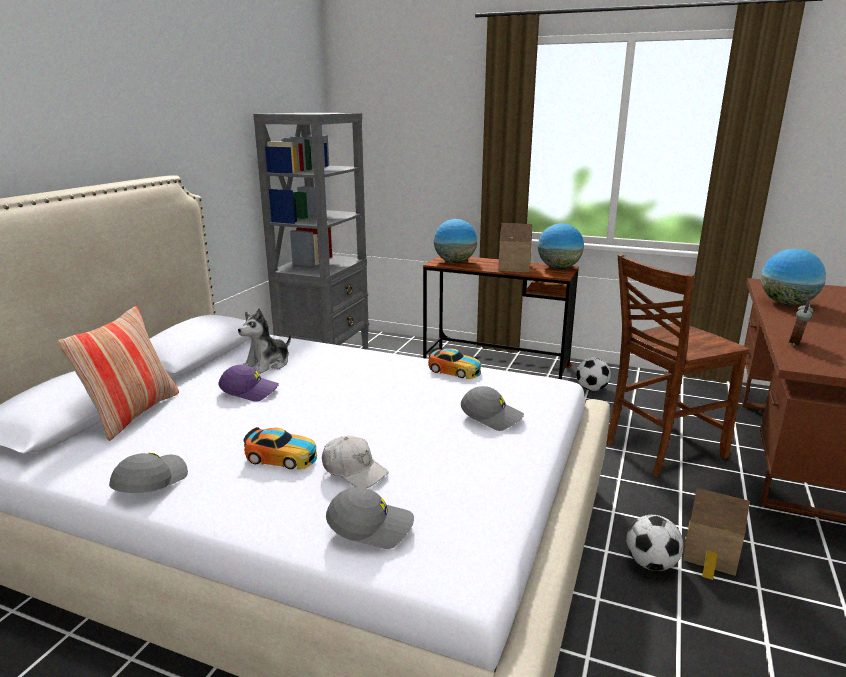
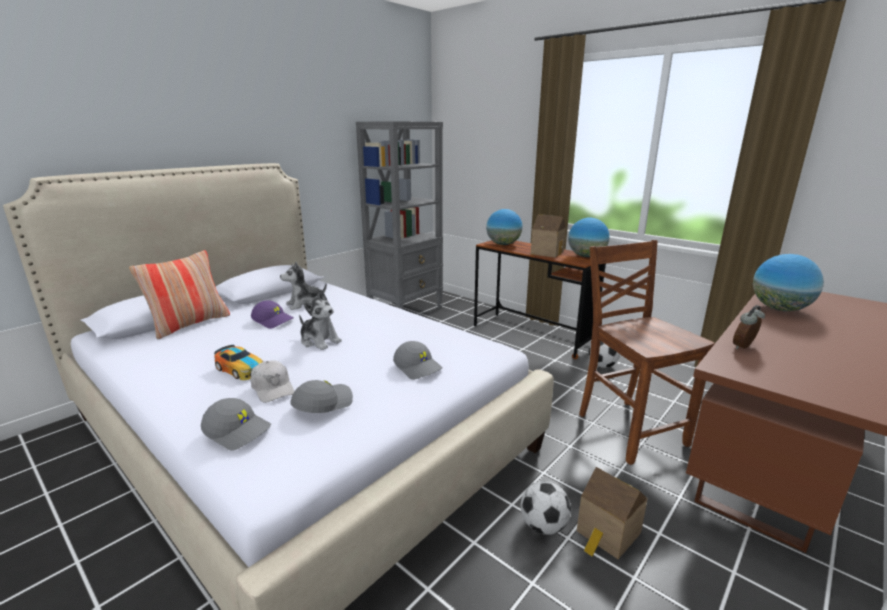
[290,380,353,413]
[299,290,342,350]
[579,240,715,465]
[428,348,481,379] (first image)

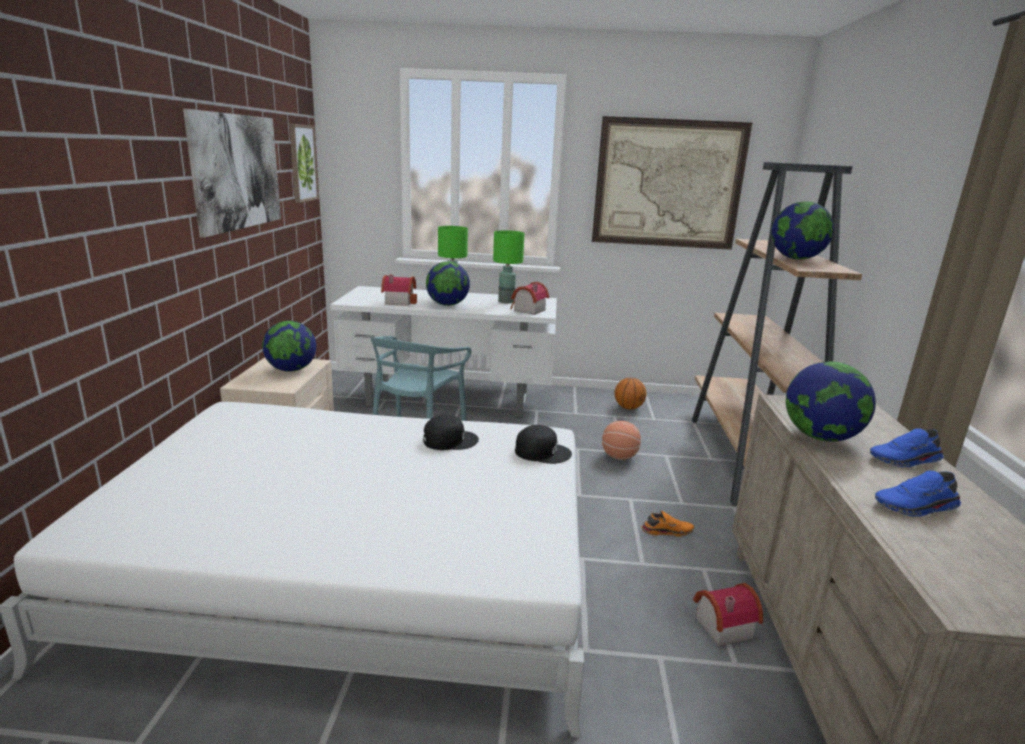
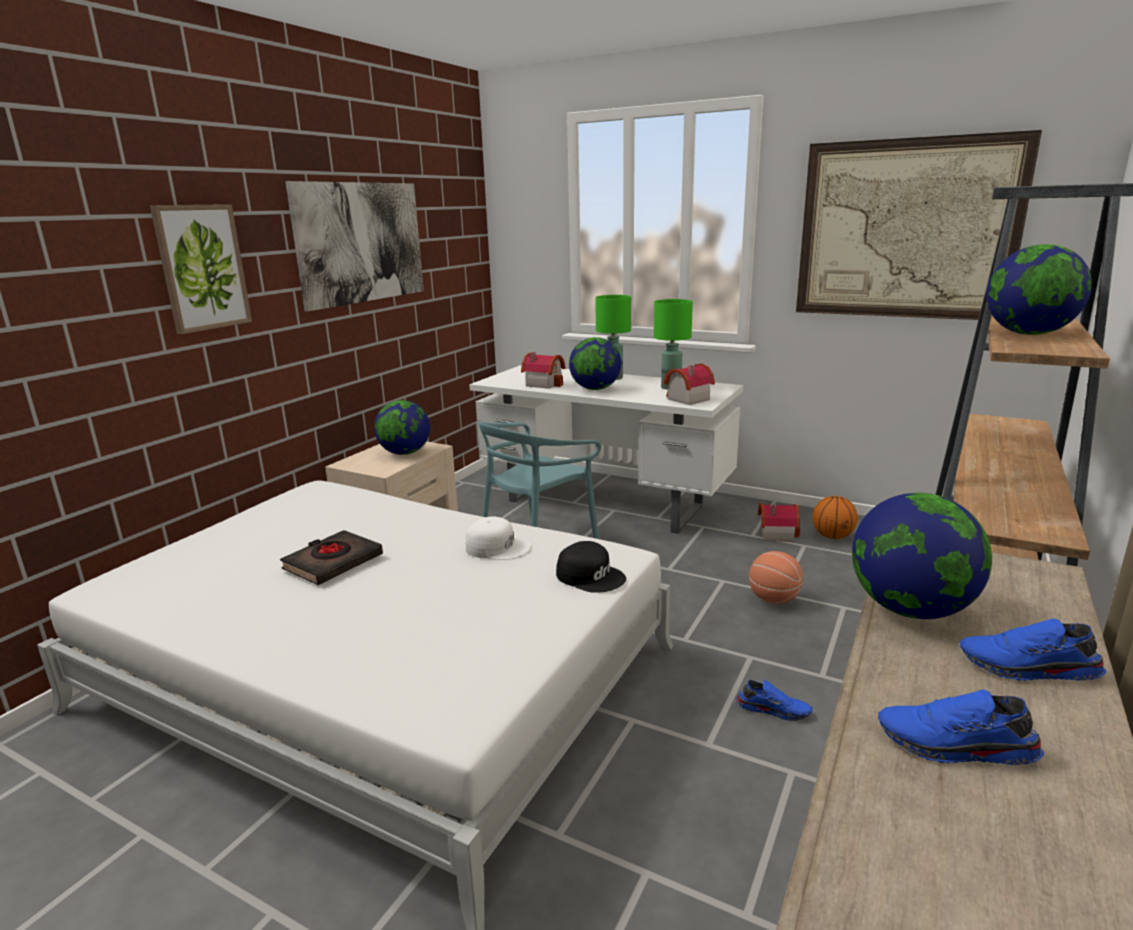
[150,204,252,334]
[280,530,383,585]
[465,516,531,560]
[736,680,812,721]
[758,503,800,542]

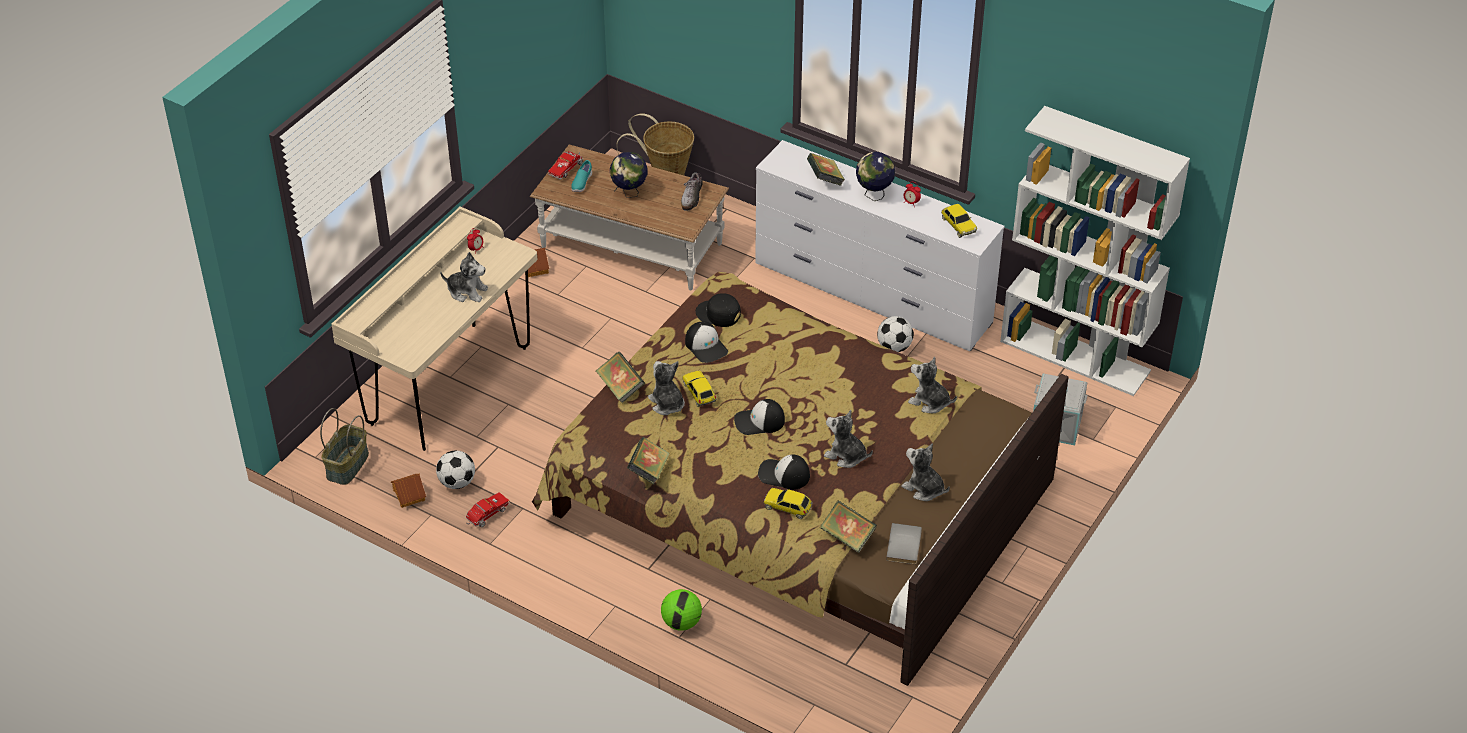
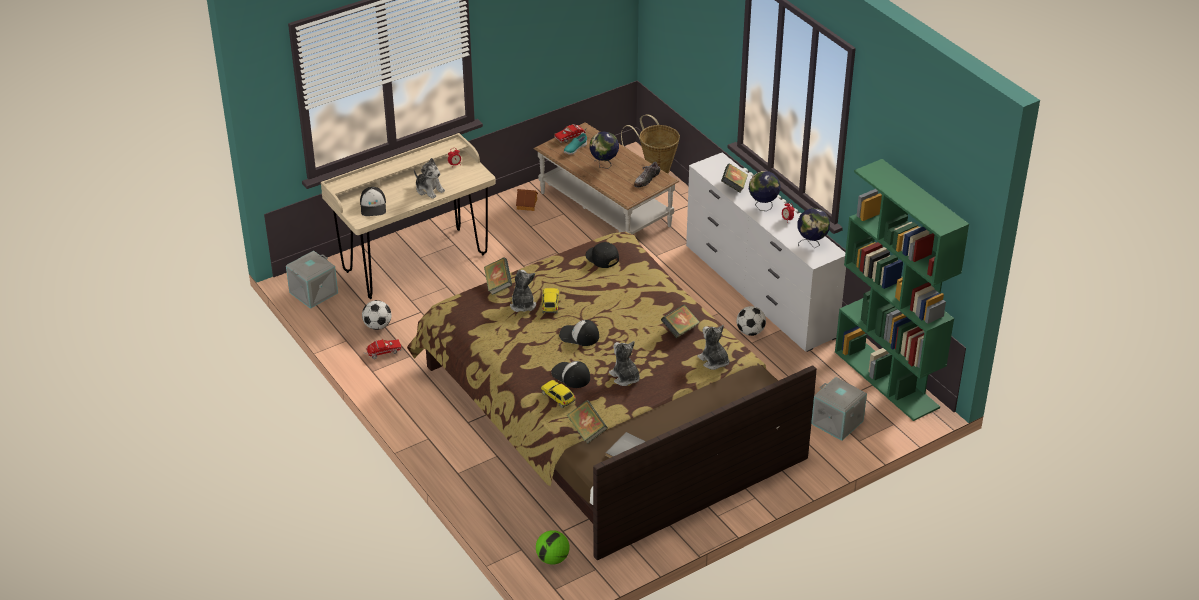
[286,251,338,309]
[360,187,386,216]
[536,530,570,565]
[661,305,700,338]
[797,208,830,248]
[835,159,969,421]
[391,473,426,508] (first image)
[902,443,950,501] (first image)

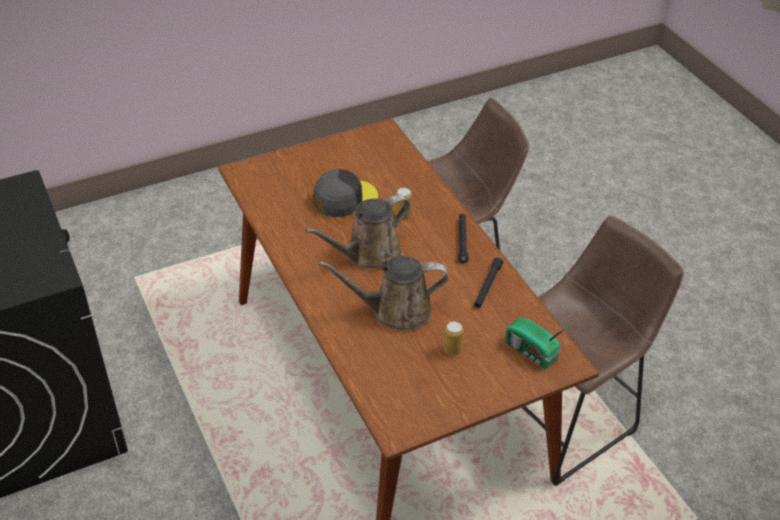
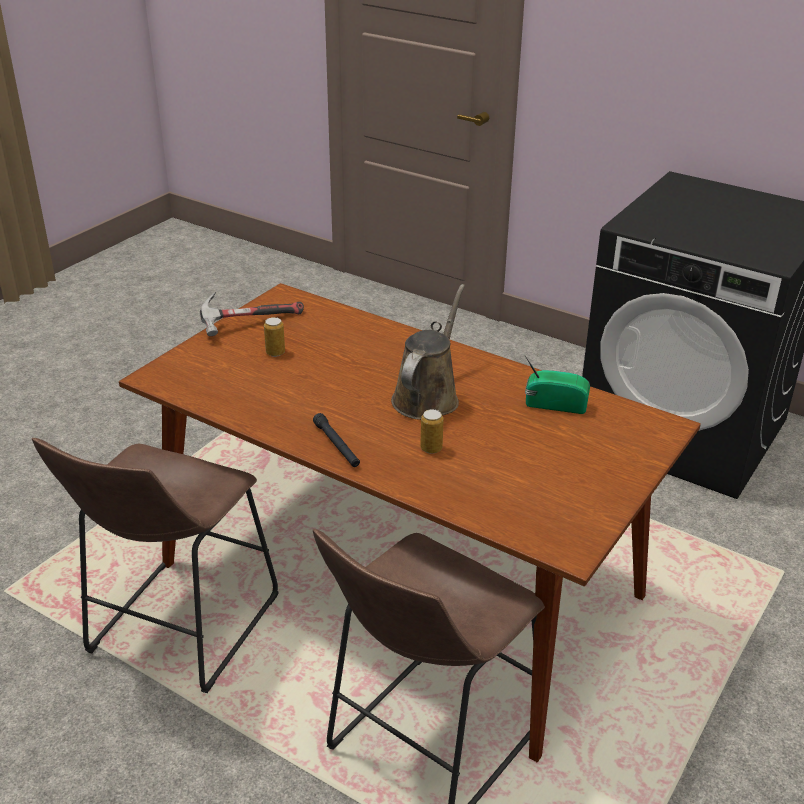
[200,292,304,336]
[525,355,590,414]
[313,169,378,217] (first image)
[318,256,448,332] (first image)
[474,257,503,308] (first image)

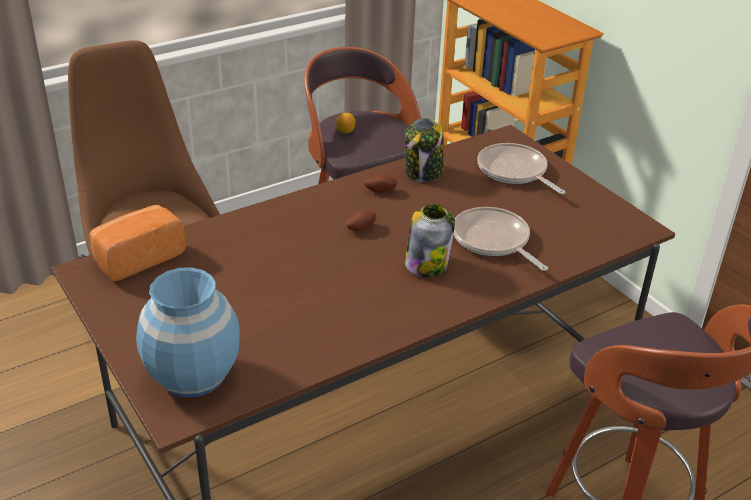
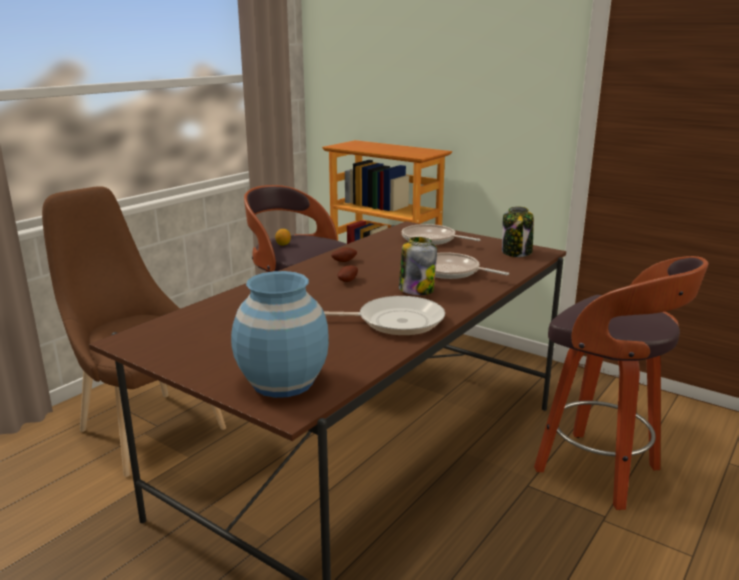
[324,296,445,336]
[502,206,534,257]
[89,205,186,281] (first image)

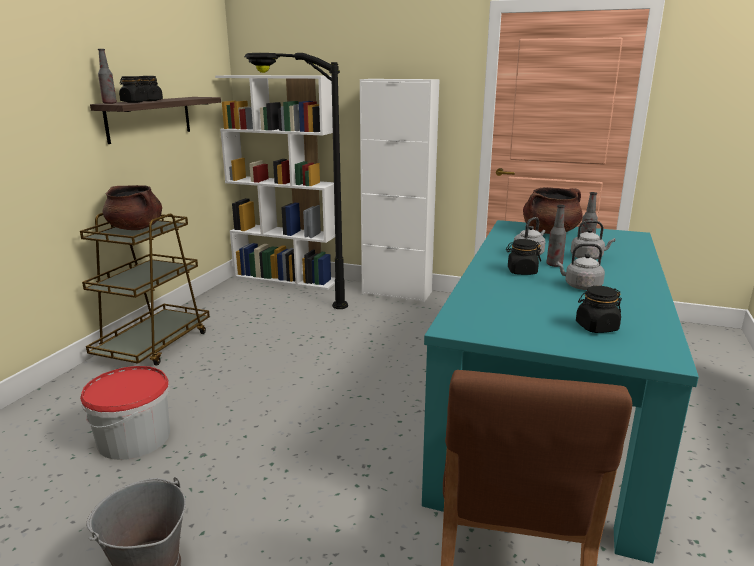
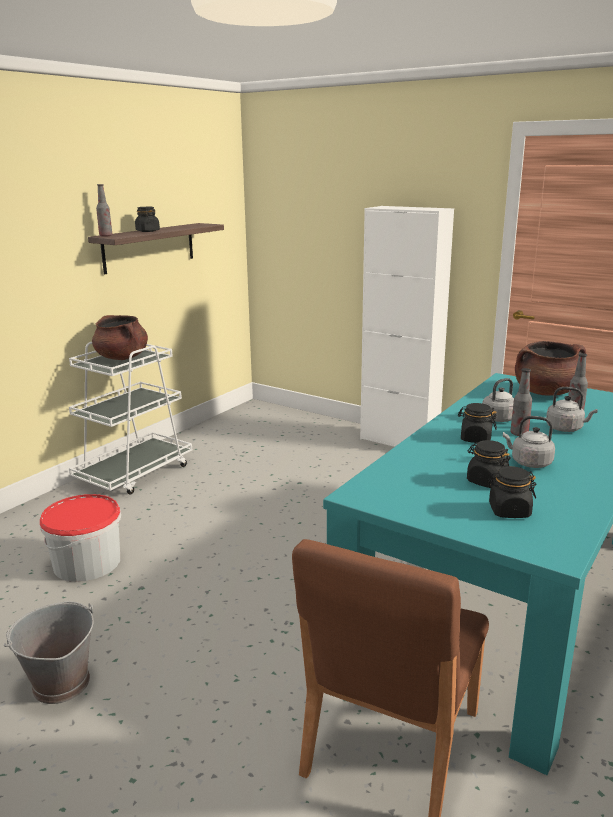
[69,342,192,494]
[467,440,511,488]
[215,75,335,290] (first image)
[244,53,348,309] (first image)

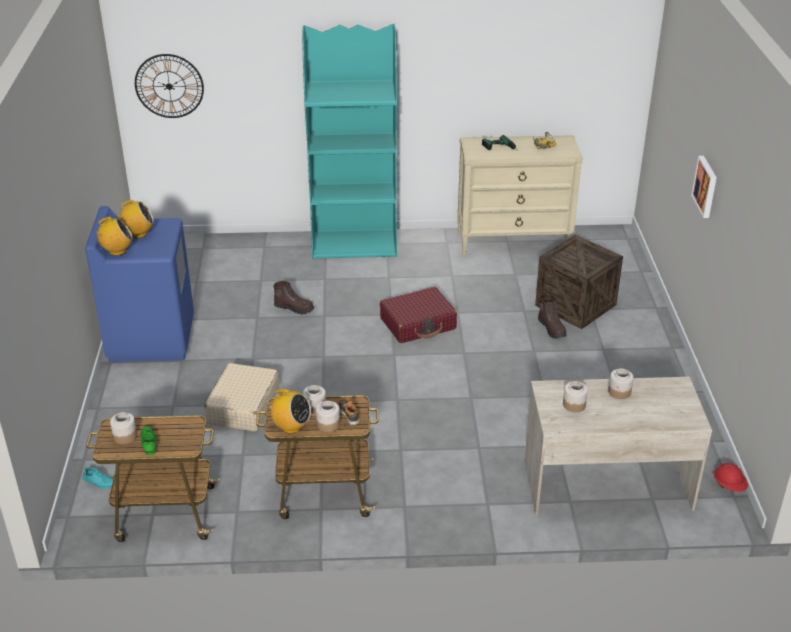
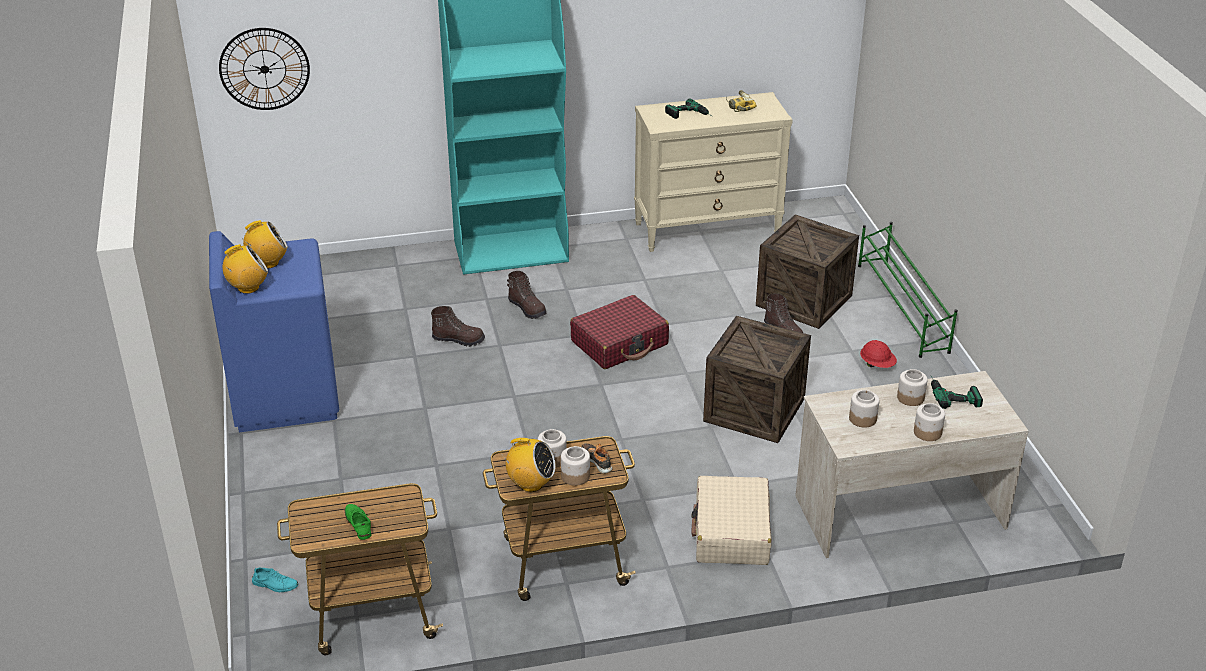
[507,271,547,319]
[691,476,772,565]
[703,316,811,443]
[858,222,958,358]
[860,340,897,368]
[914,403,945,441]
[931,376,983,409]
[691,156,717,218] (first image)

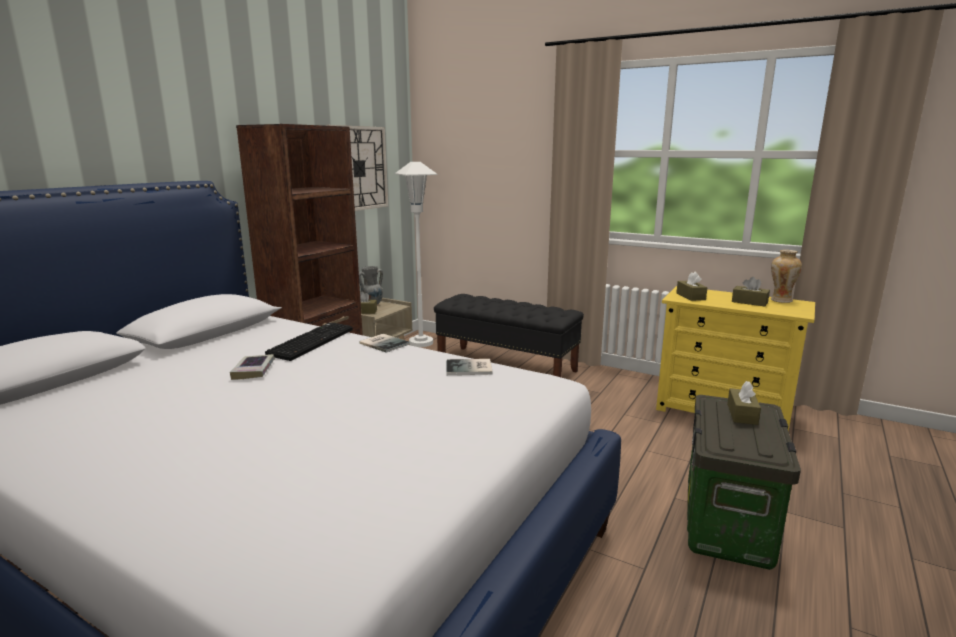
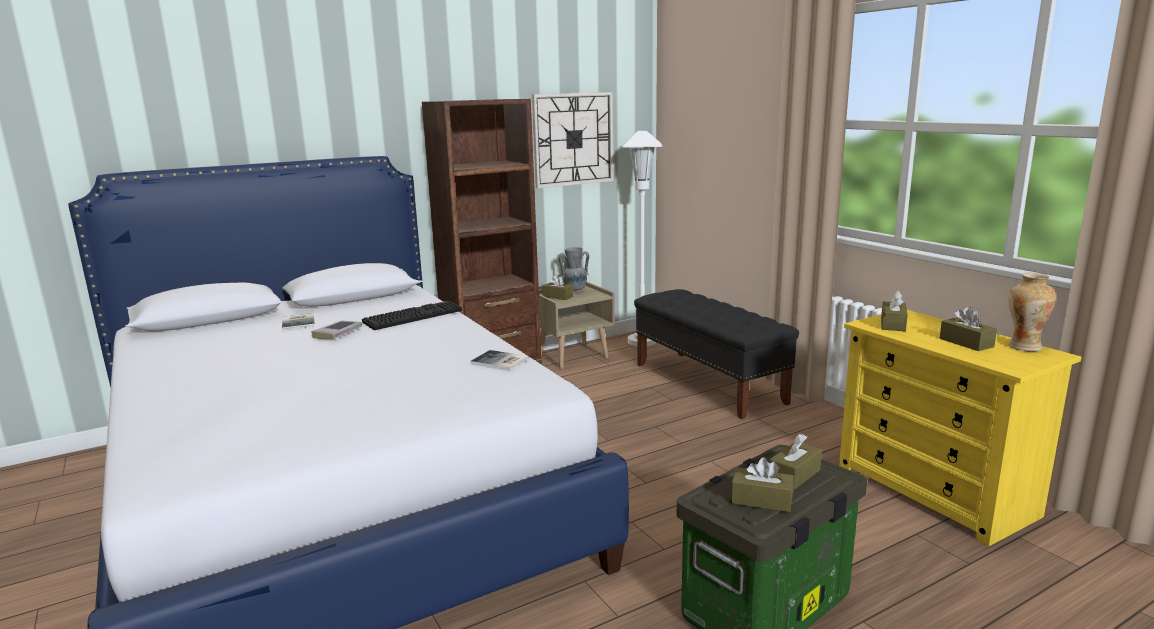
[282,313,315,330]
[731,457,793,512]

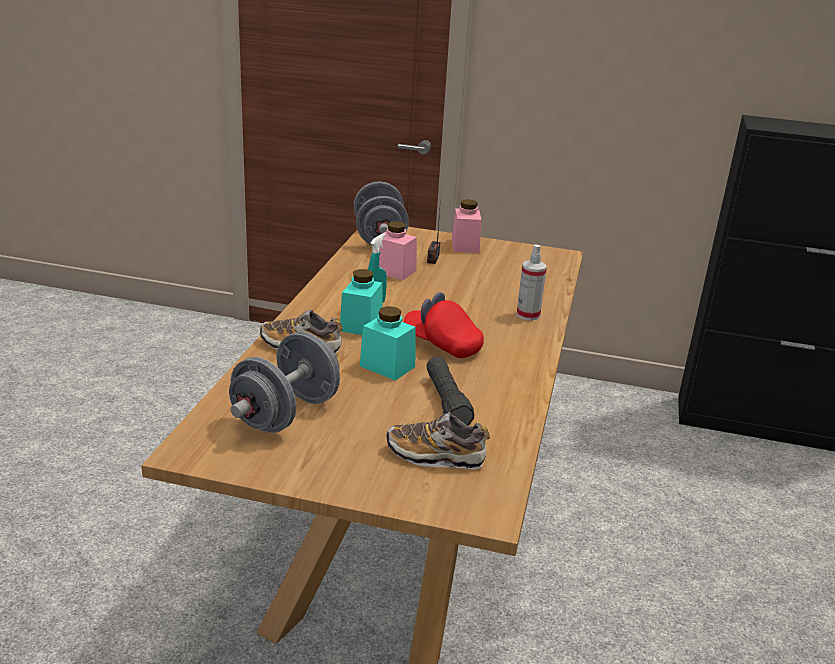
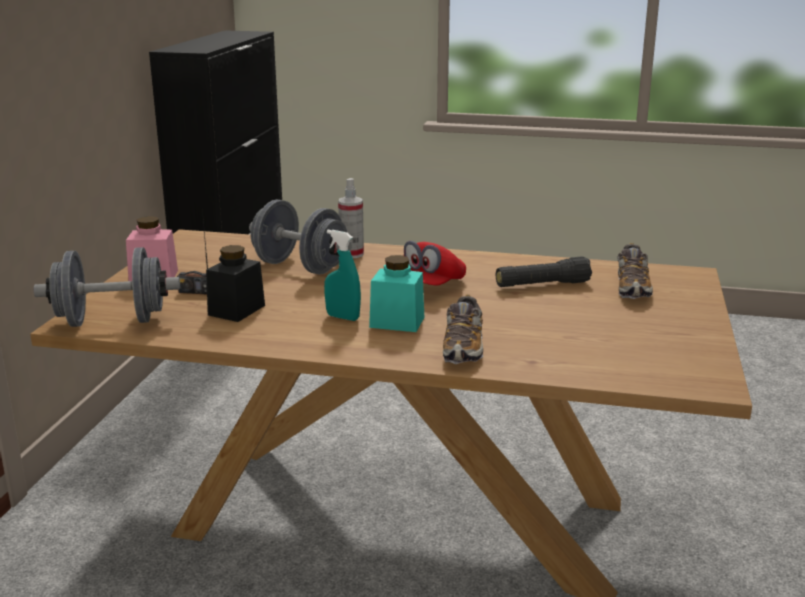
[206,245,265,322]
[249,200,352,275]
[360,306,416,380] (first image)

